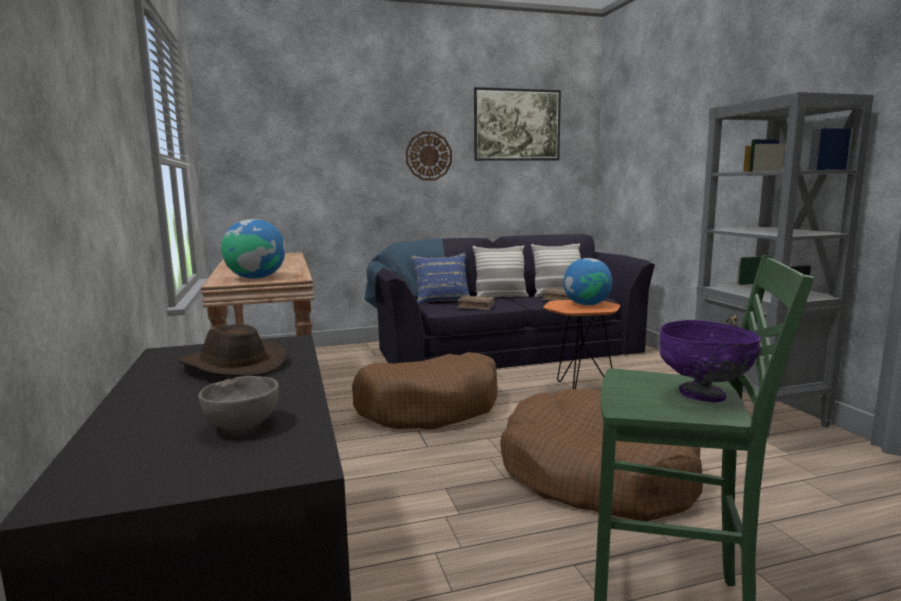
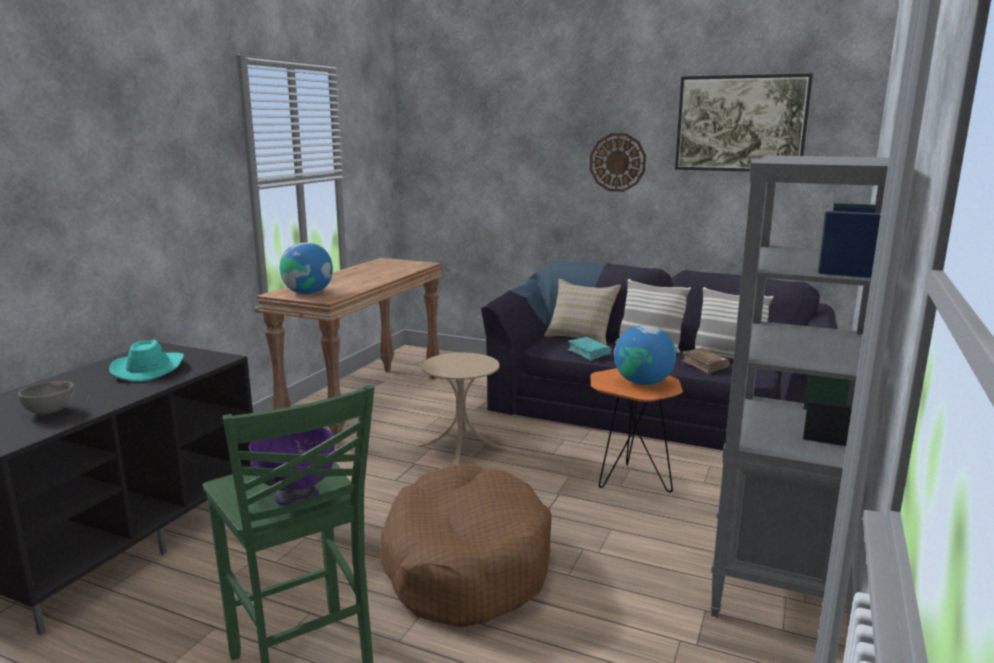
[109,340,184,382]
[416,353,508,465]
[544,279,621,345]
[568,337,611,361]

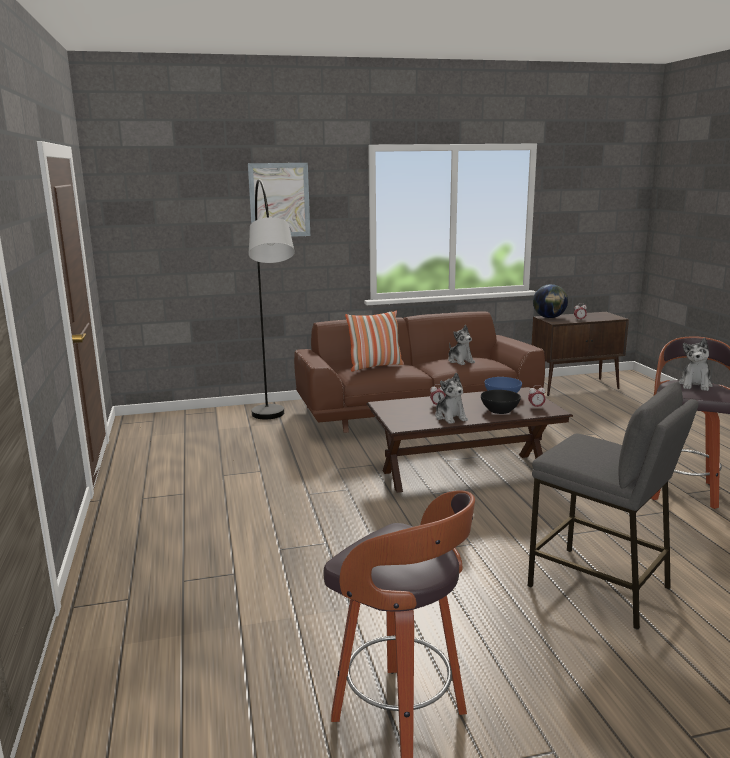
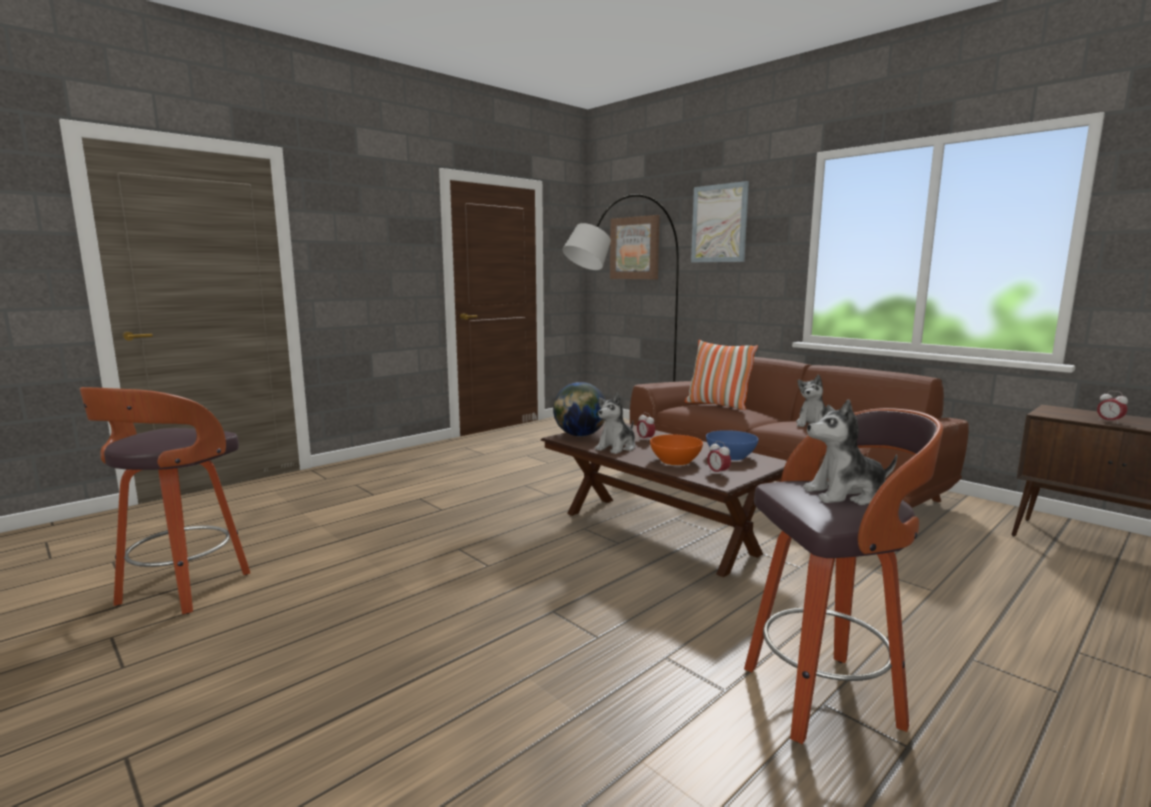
[553,382,606,436]
[610,215,660,279]
[650,434,703,465]
[528,382,699,630] (first image)

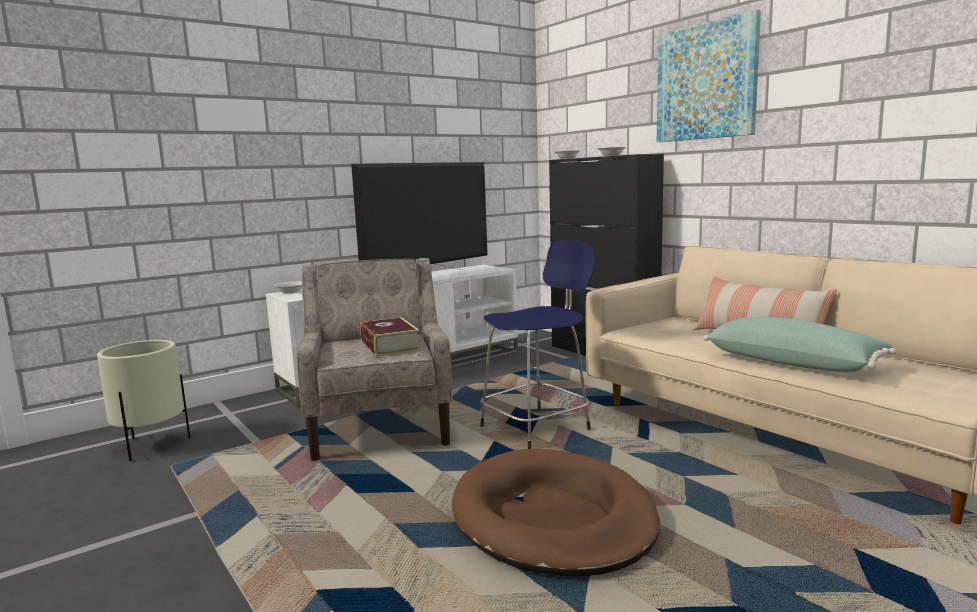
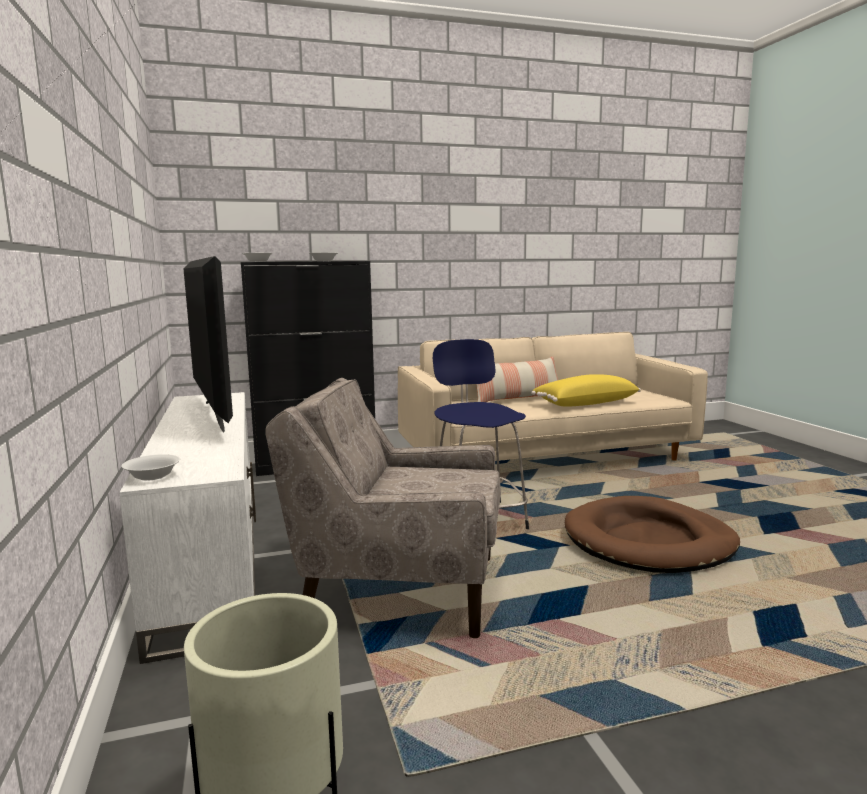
[531,374,641,407]
[360,317,420,357] (first image)
[657,9,761,142] (first image)

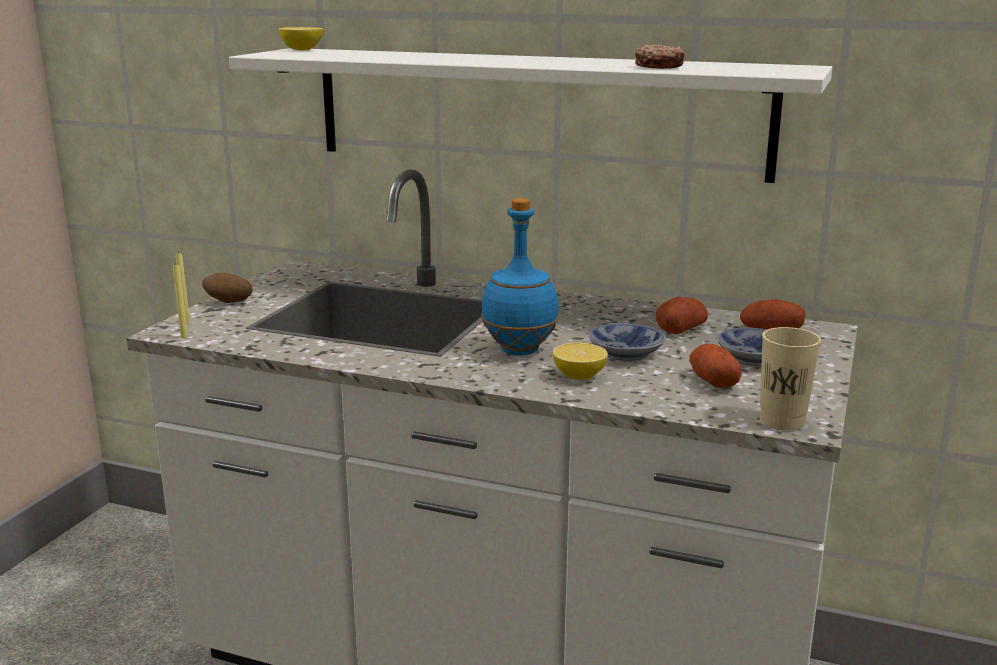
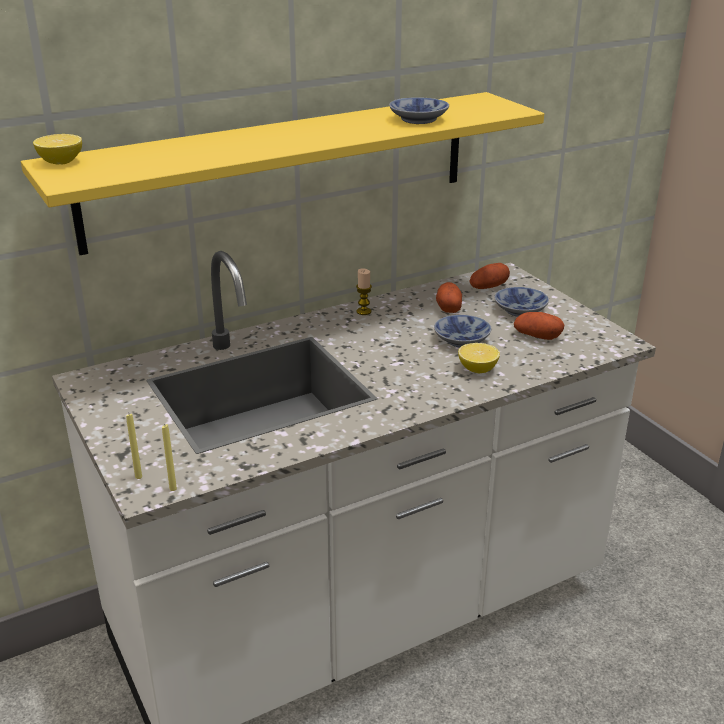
[21,92,544,255]
[356,268,372,315]
[389,97,449,124]
[202,273,253,303] (first image)
[481,198,559,356] (first image)
[760,327,821,431] (first image)

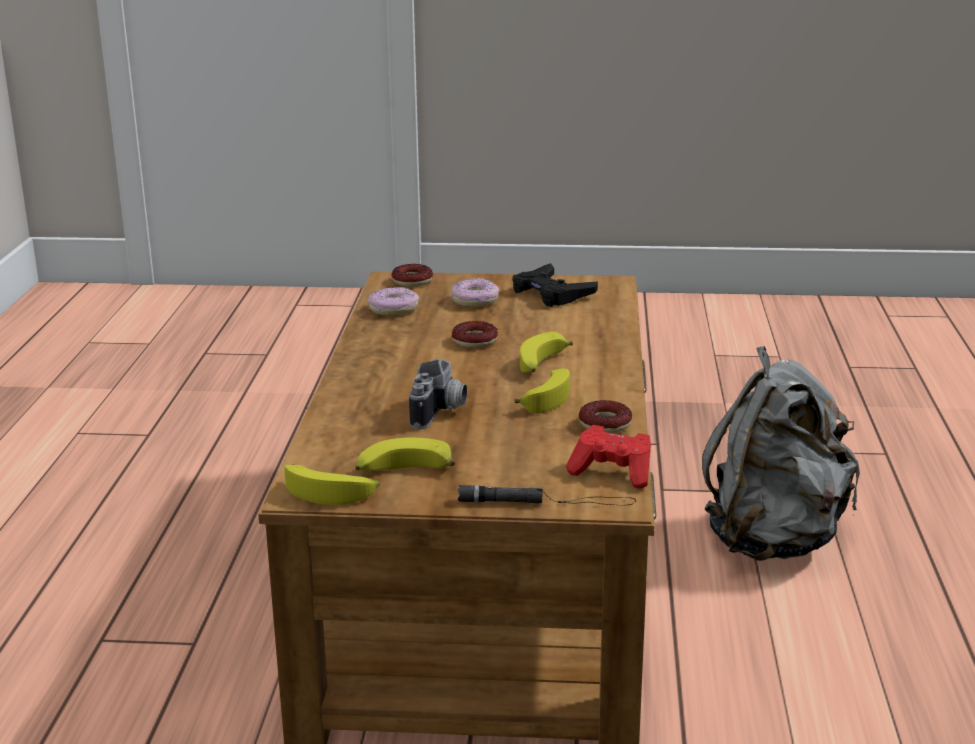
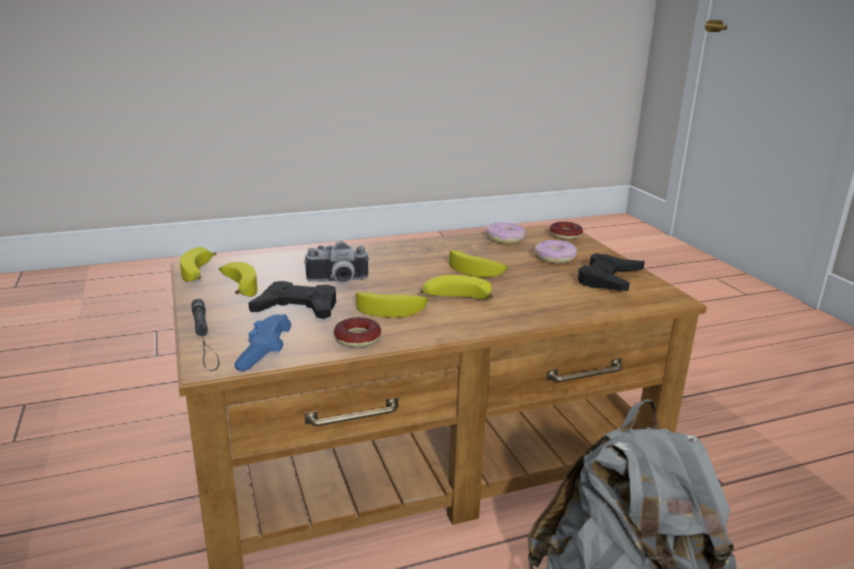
[235,314,291,371]
[248,281,336,319]
[449,250,509,277]

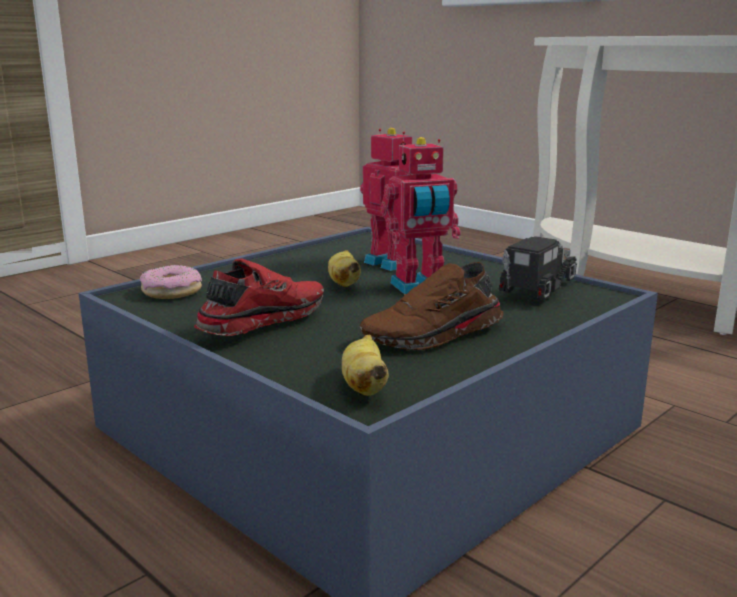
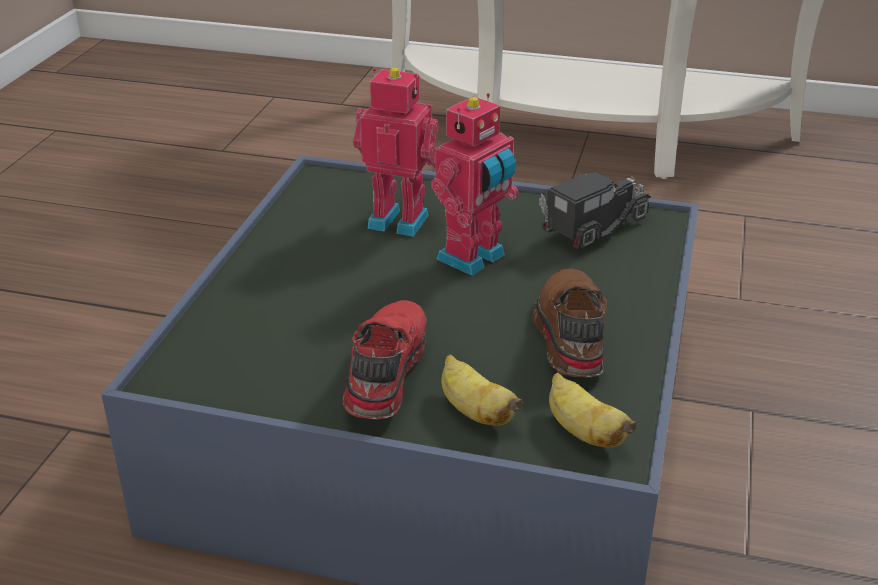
[441,354,523,426]
[532,269,608,377]
[539,172,651,249]
[140,265,202,299] (first image)

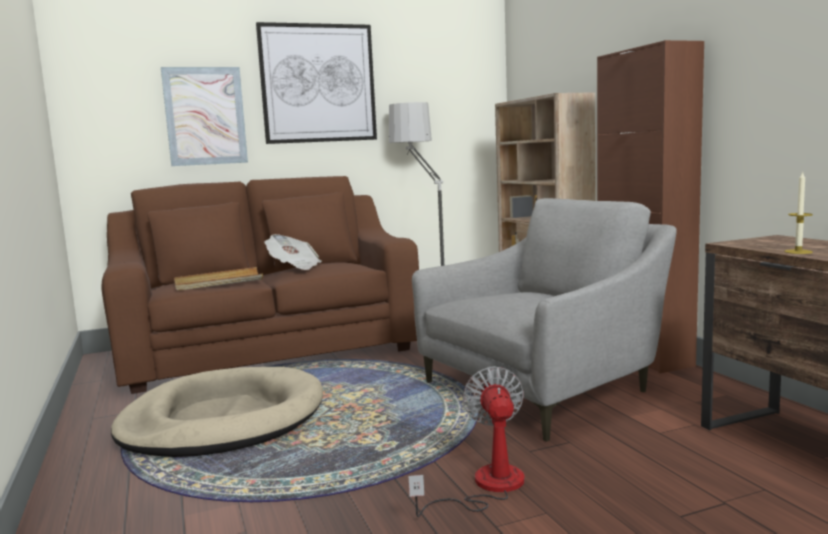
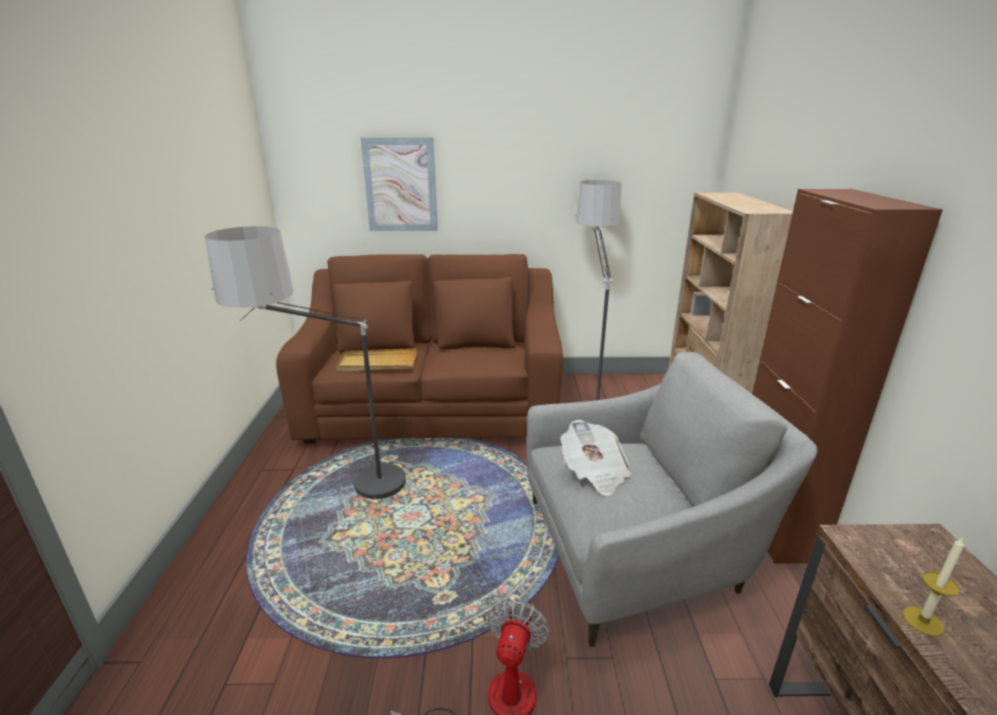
[205,226,406,499]
[560,420,631,496]
[256,22,377,144] (first image)

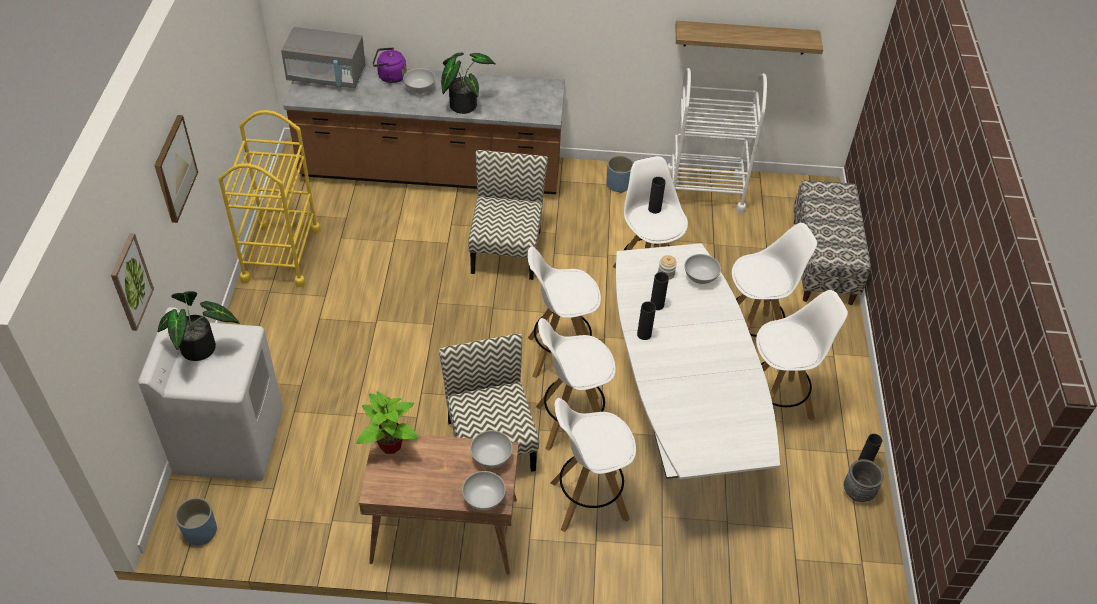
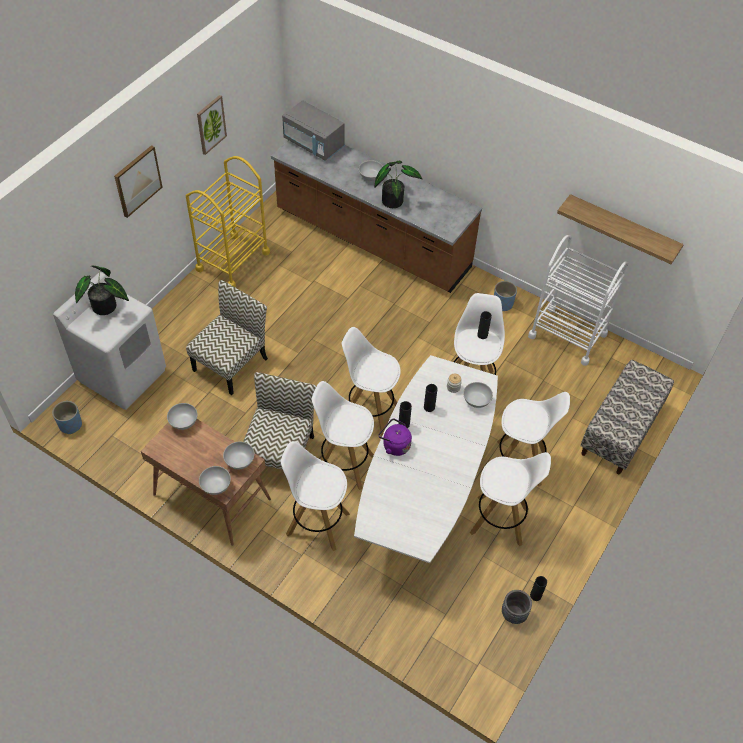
[167,403,197,430]
[186,280,268,395]
[197,95,227,155]
[378,418,412,456]

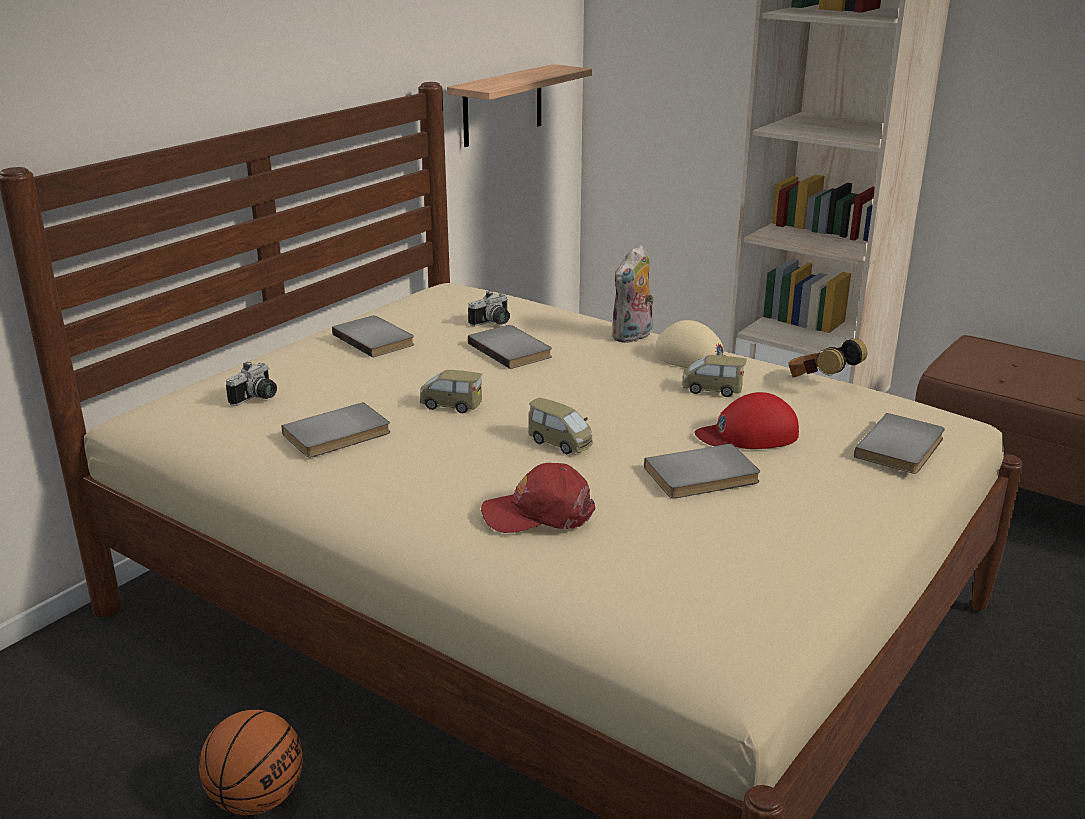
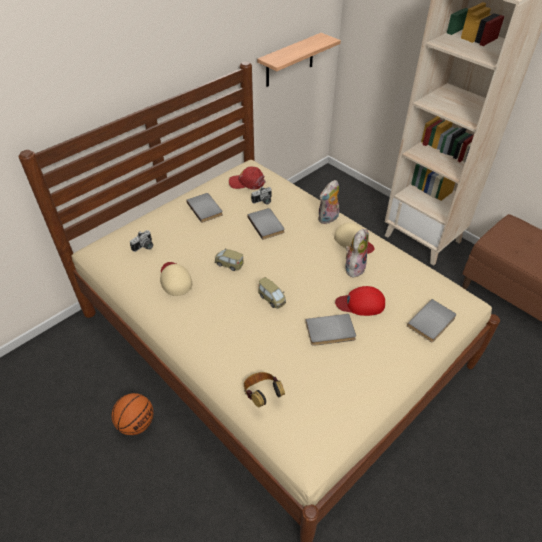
[160,262,192,296]
[229,166,265,190]
[244,372,285,407]
[345,229,369,278]

